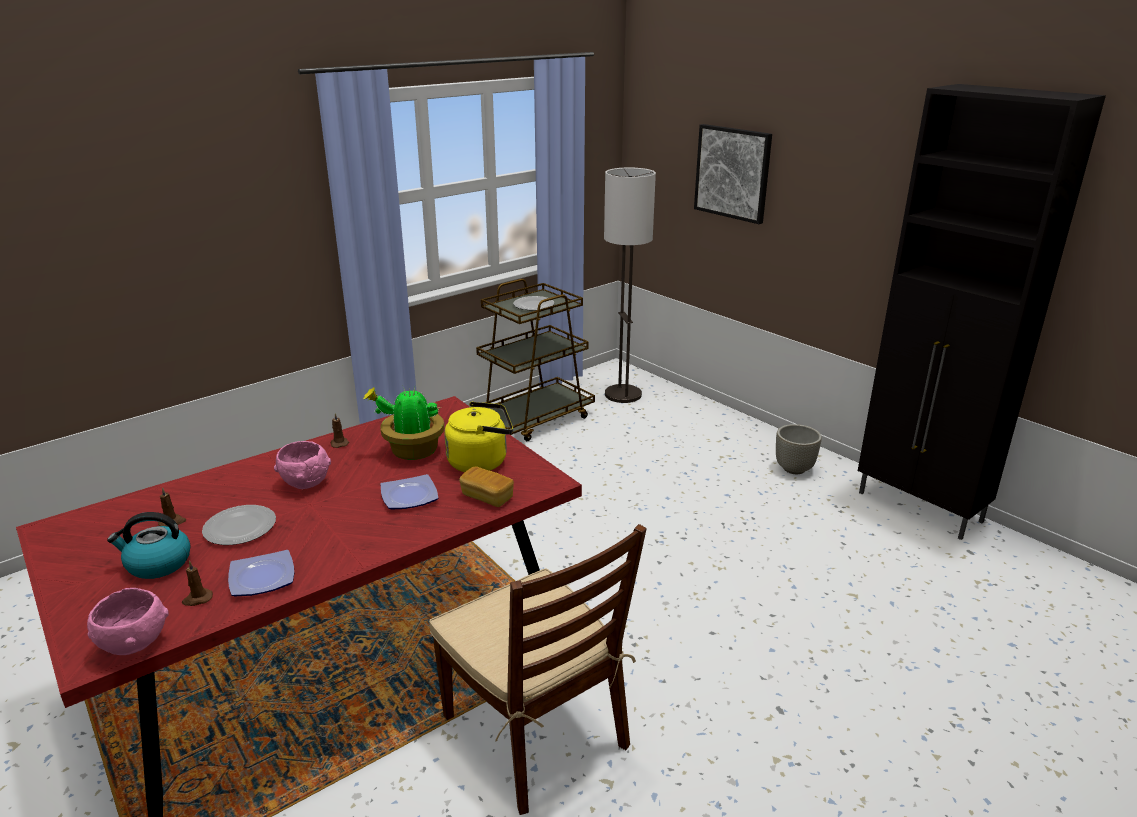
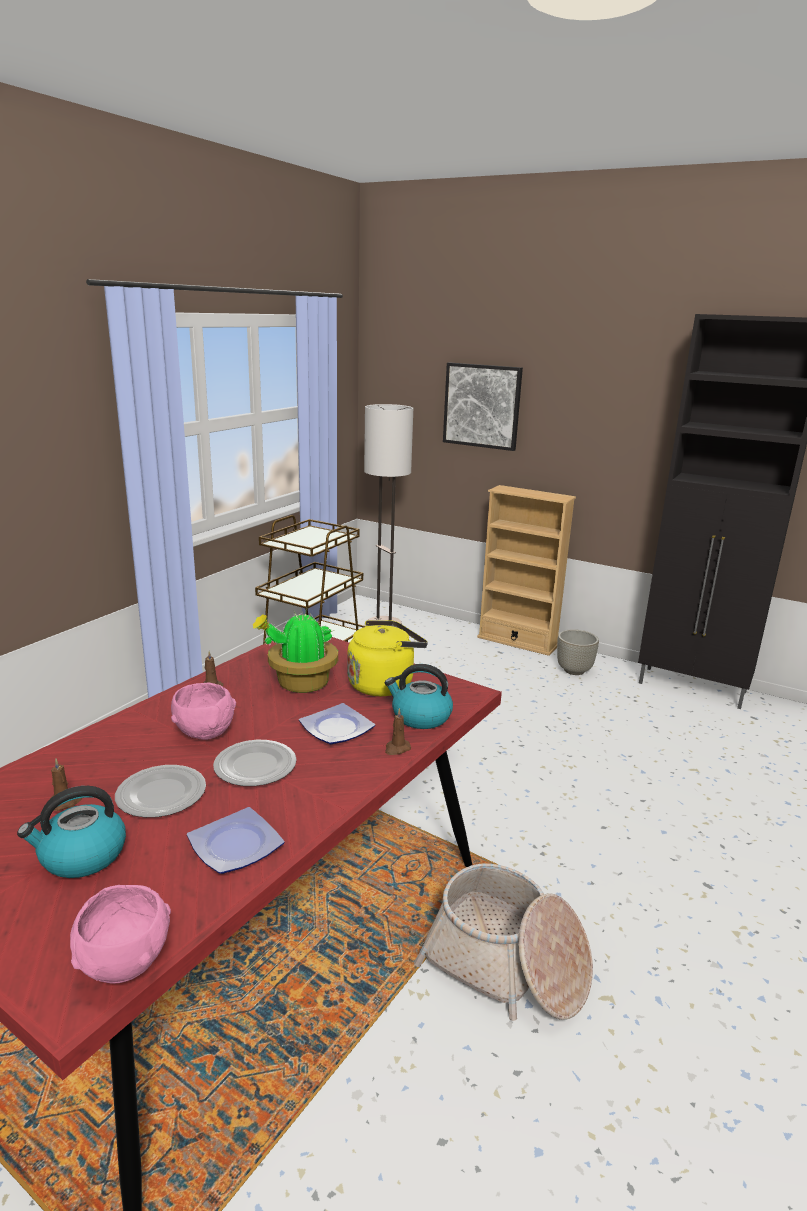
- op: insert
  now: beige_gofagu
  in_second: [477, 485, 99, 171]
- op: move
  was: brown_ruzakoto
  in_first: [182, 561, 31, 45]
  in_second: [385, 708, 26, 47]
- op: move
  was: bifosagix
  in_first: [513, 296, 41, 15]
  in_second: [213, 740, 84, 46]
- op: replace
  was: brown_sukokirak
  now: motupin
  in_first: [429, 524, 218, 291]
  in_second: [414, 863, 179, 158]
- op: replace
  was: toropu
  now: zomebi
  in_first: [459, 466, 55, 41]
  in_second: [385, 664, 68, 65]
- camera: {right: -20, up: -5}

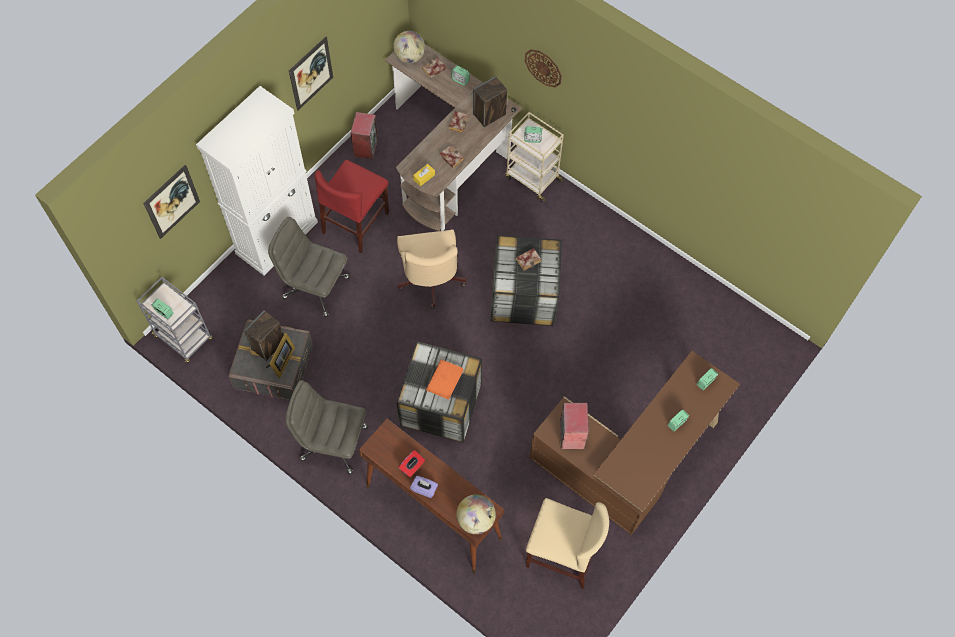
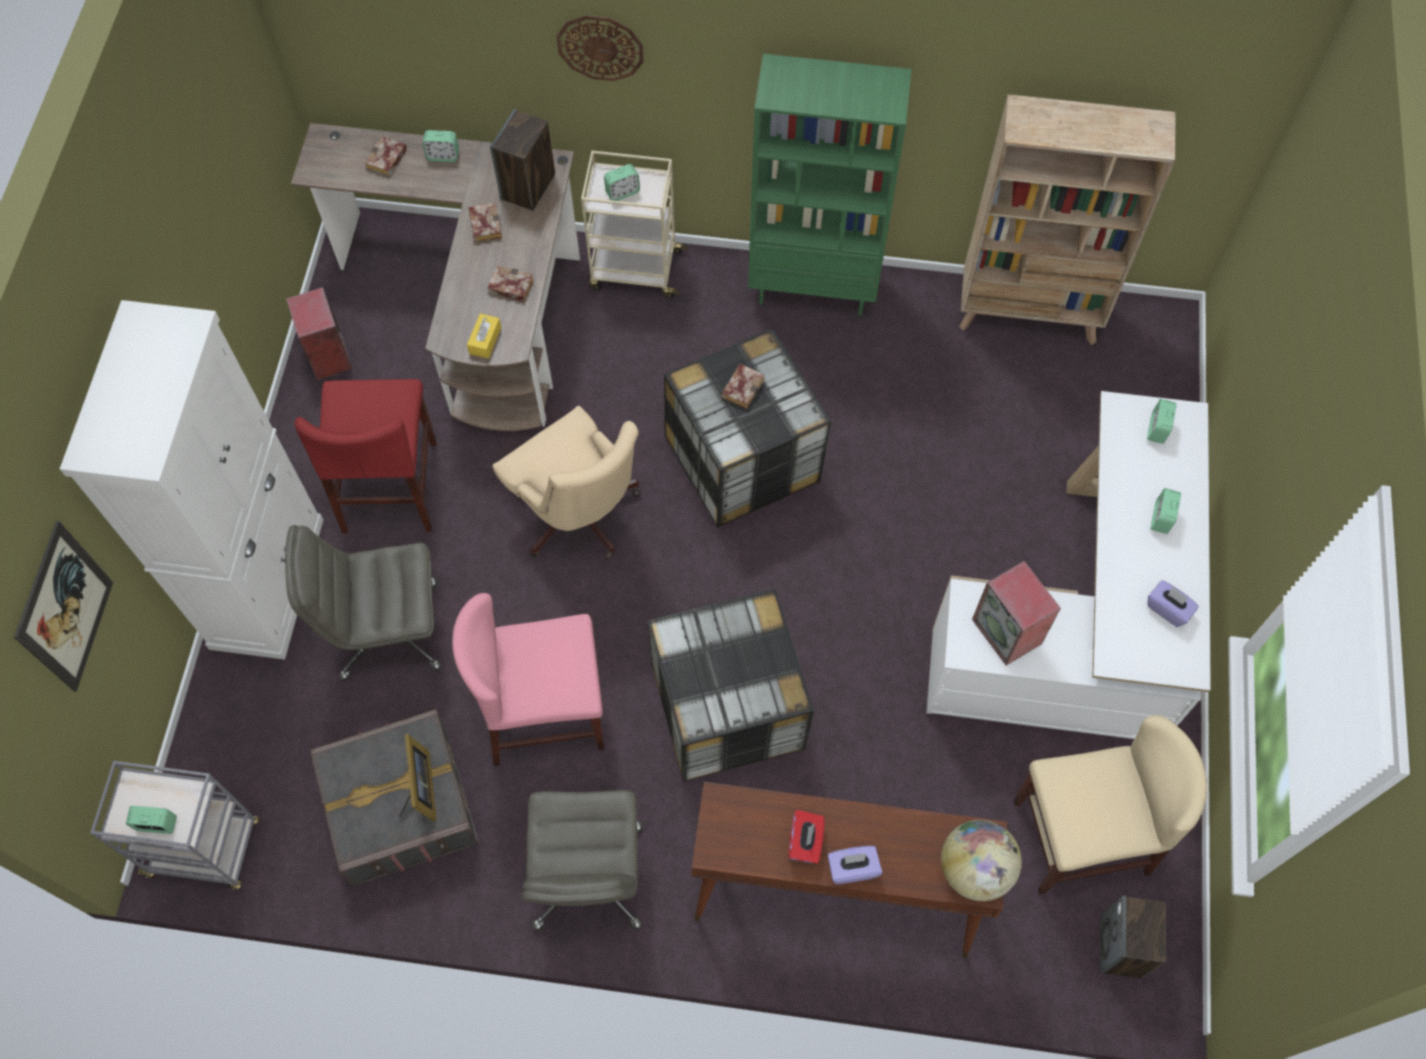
- op: delete
  was: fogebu
  in_first: [289, 37, 44, 73]
- op: delete
  was: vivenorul
  in_first: [393, 31, 32, 32]
- op: delete
  was: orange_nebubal
  in_first: [426, 359, 38, 41]
- op: insert
  now: pink_sukokirak
  in_second: [452, 593, 152, 173]
- op: insert
  now: green_gofagu
  in_second: [748, 54, 164, 262]
- op: insert
  now: beige_gofagu
  in_second: [959, 94, 216, 251]
- op: insert
  now: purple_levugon
  in_second: [1148, 580, 51, 47]
- op: move
  was: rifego
  in_first: [244, 310, 40, 51]
  in_second: [1099, 896, 67, 82]
- op: recolor
  was: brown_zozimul
  now: white_zozimul
  in_first: [529, 351, 211, 184]
  in_second: [927, 391, 284, 348]
- op: rotate
  was: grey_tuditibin
  in_first: [285, 380, 83, 94]
  in_second: [521, 790, 122, 141]
  clockwise: -75
- camera: {right: -30, up: 0}

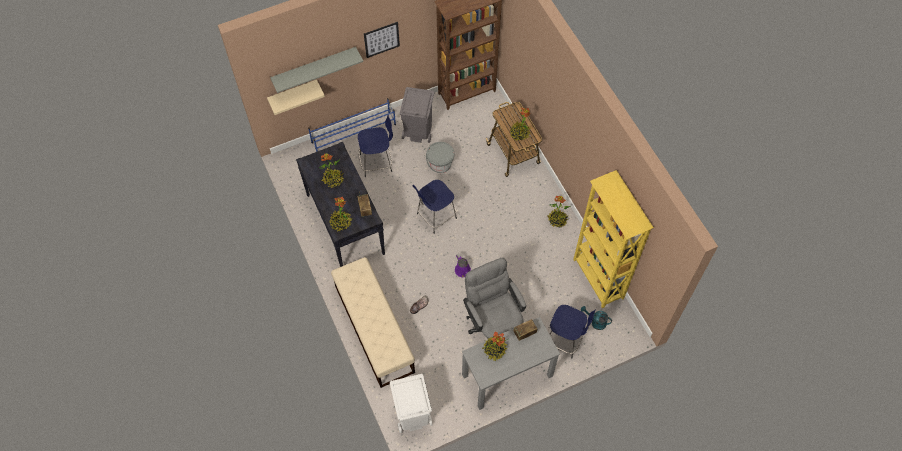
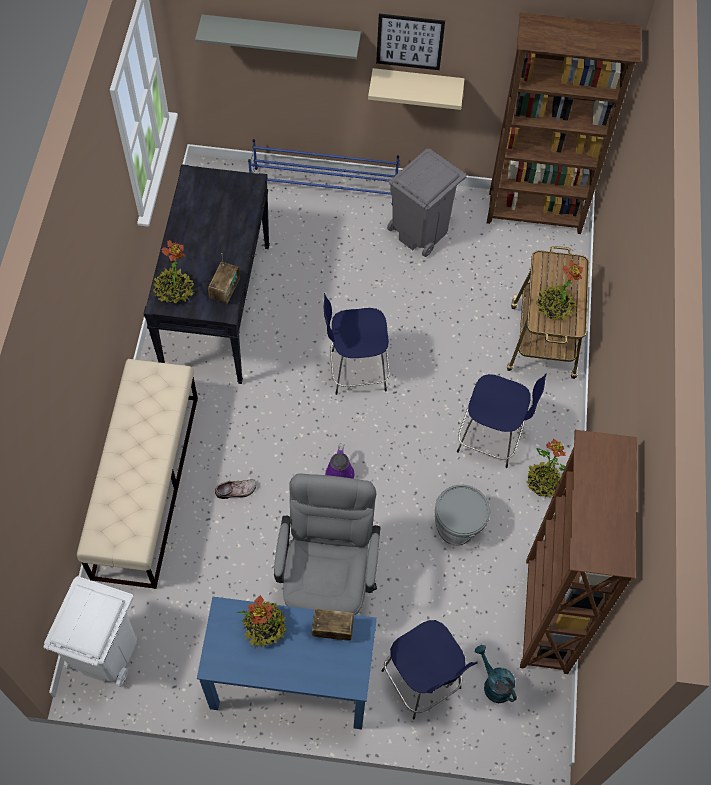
- op: delete
  was: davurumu
  in_first: [319, 154, 25, 34]
- op: move
  was: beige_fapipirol
  in_first: [267, 80, 58, 35]
  in_second: [368, 68, 96, 42]
- op: move
  was: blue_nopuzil
  in_first: [358, 115, 35, 62]
  in_second: [457, 374, 90, 94]
- op: move
  was: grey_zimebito
  in_first: [426, 142, 28, 31]
  in_second: [435, 485, 55, 61]
- op: recolor
  was: grey_zozimul
  now: blue_zozimul
  in_first: [462, 317, 98, 93]
  in_second: [197, 597, 180, 132]
- op: recolor
  was: yellow_gofagu
  now: brown_gofagu
  in_first: [573, 170, 81, 138]
  in_second: [520, 430, 117, 244]
- camera: {right: 30, up: 0}

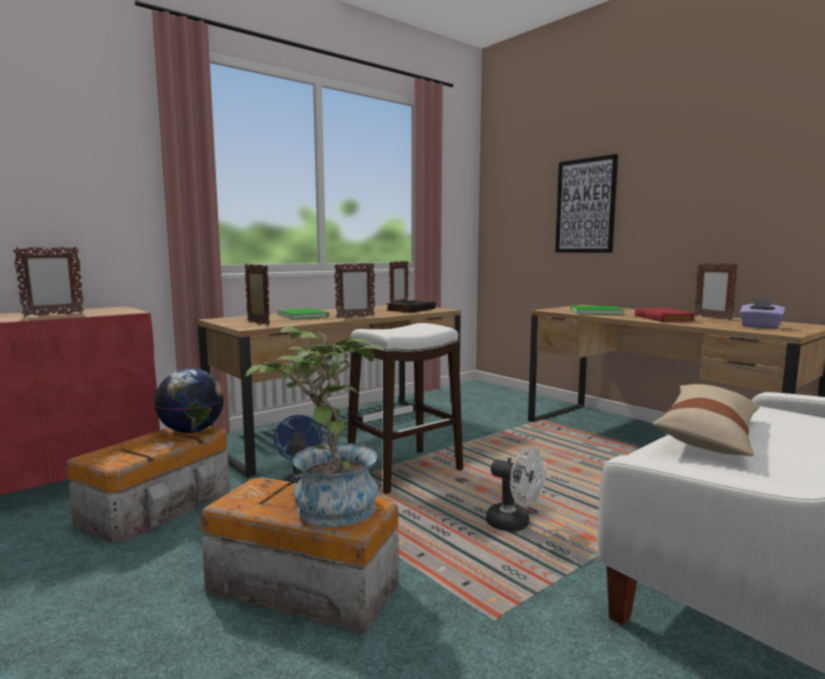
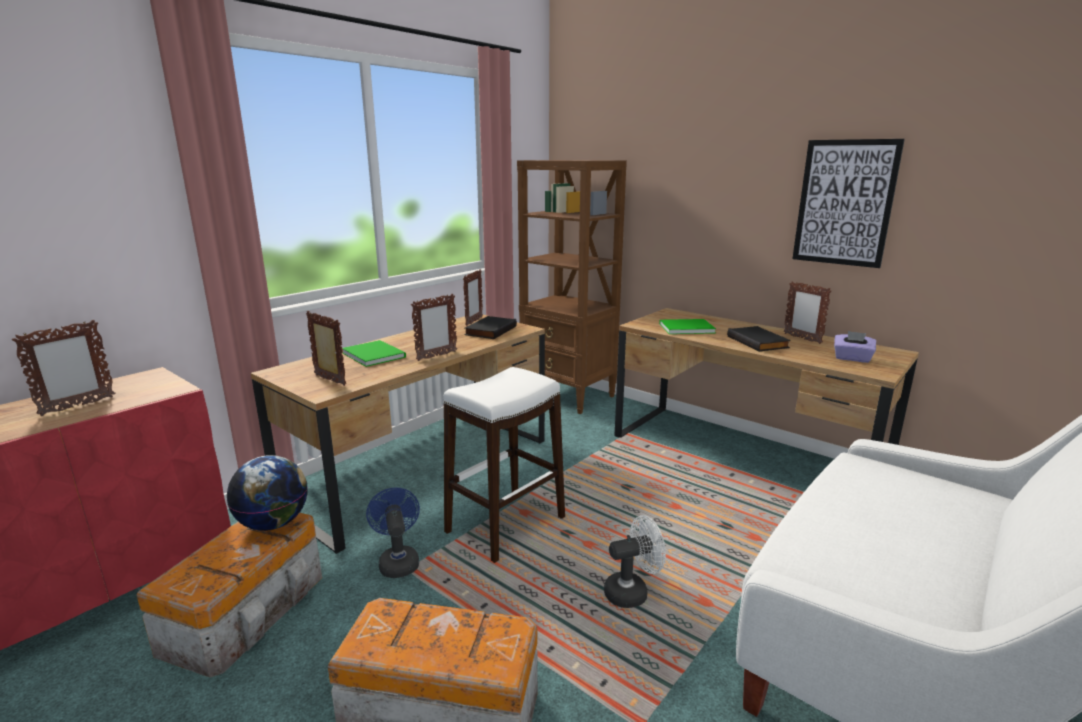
- op: delete
  was: davurumu
  in_first: [245, 326, 139, 201]
- op: delete
  was: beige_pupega
  in_first: [653, 384, 106, 72]
- op: insert
  now: brown_gofagu
  in_second: [517, 160, 110, 254]
- op: move
  was: fogebu
  in_first: [555, 154, 63, 99]
  in_second: [792, 139, 113, 129]
- op: recolor
  was: red_nebubal
  now: black_nebubal
  in_first: [635, 308, 62, 14]
  in_second: [727, 326, 64, 26]
- op: rotate
  was: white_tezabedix
  in_first: [486, 448, 60, 83]
  in_second: [604, 515, 62, 93]
  clockwise: -45
- camera: {right: -10, up: 10}

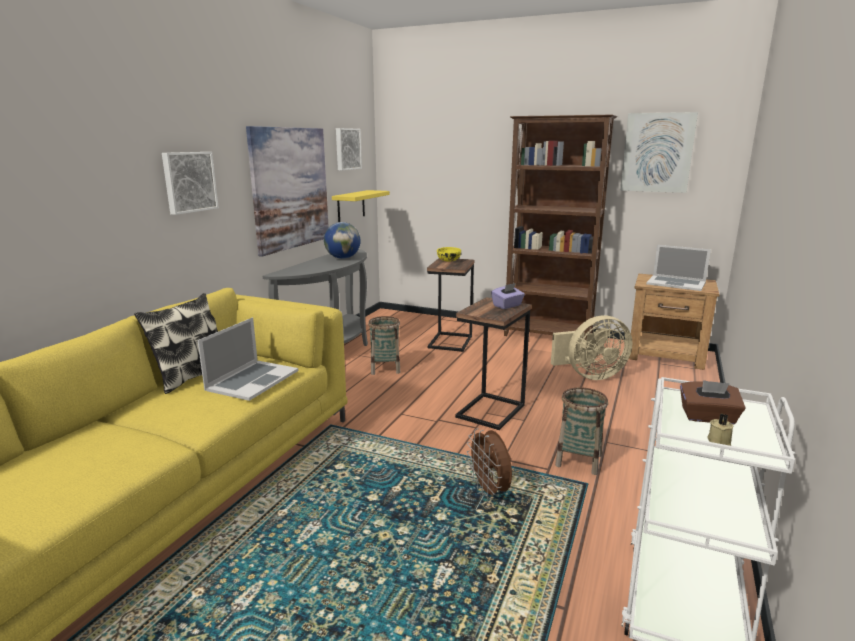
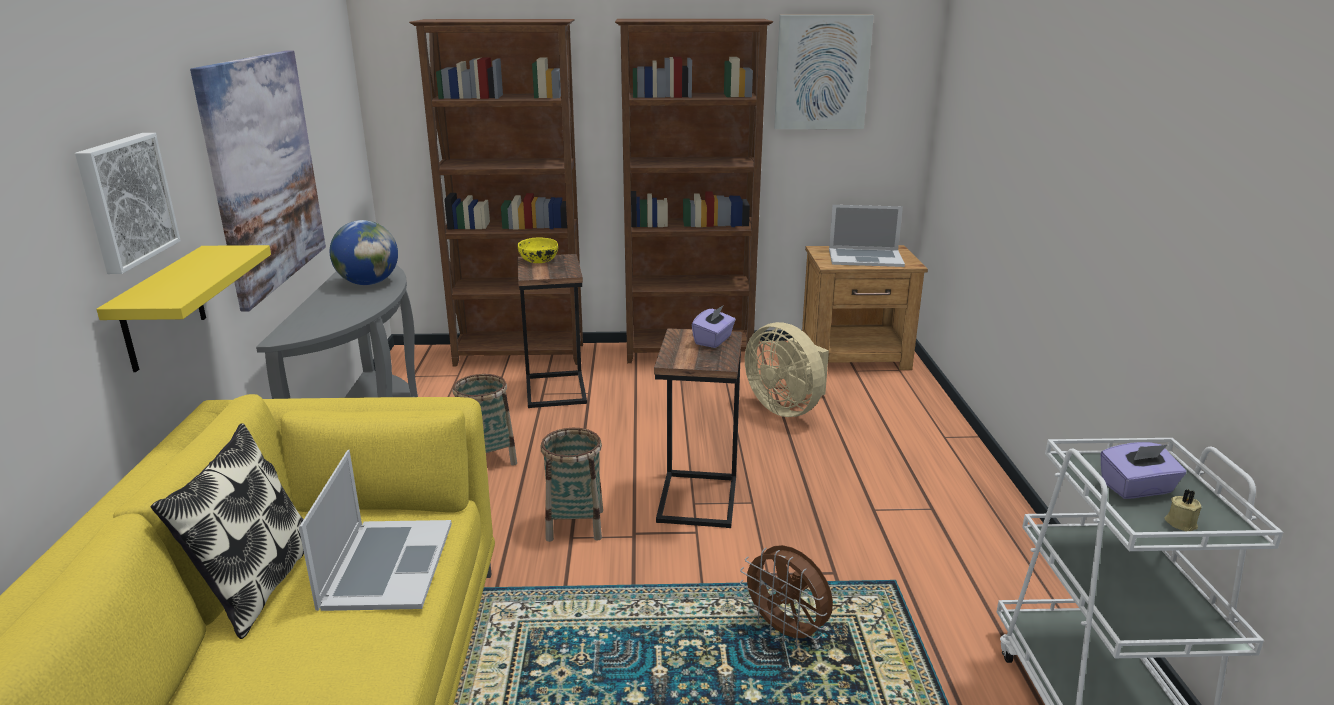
- op: delete
  was: fogebu
  in_first: [336, 128, 26, 42]
- op: insert
  now: brown_gofagu
  in_second: [409, 19, 174, 347]
- op: move
  was: yellow_fapipirol
  in_first: [332, 190, 58, 32]
  in_second: [96, 245, 175, 127]
- op: move
  was: motupin
  in_first: [555, 387, 53, 88]
  in_second: [541, 428, 62, 114]
- op: recolor
  was: brown_levugon
  now: purple_levugon
  in_first: [680, 380, 66, 45]
  in_second: [1100, 442, 86, 57]
- op: rotate
  was: beige_tezabedix
  in_first: [551, 315, 81, 65]
  in_second: [745, 322, 84, 95]
  clockwise: 90
- camera: {right: -25, up: 5}

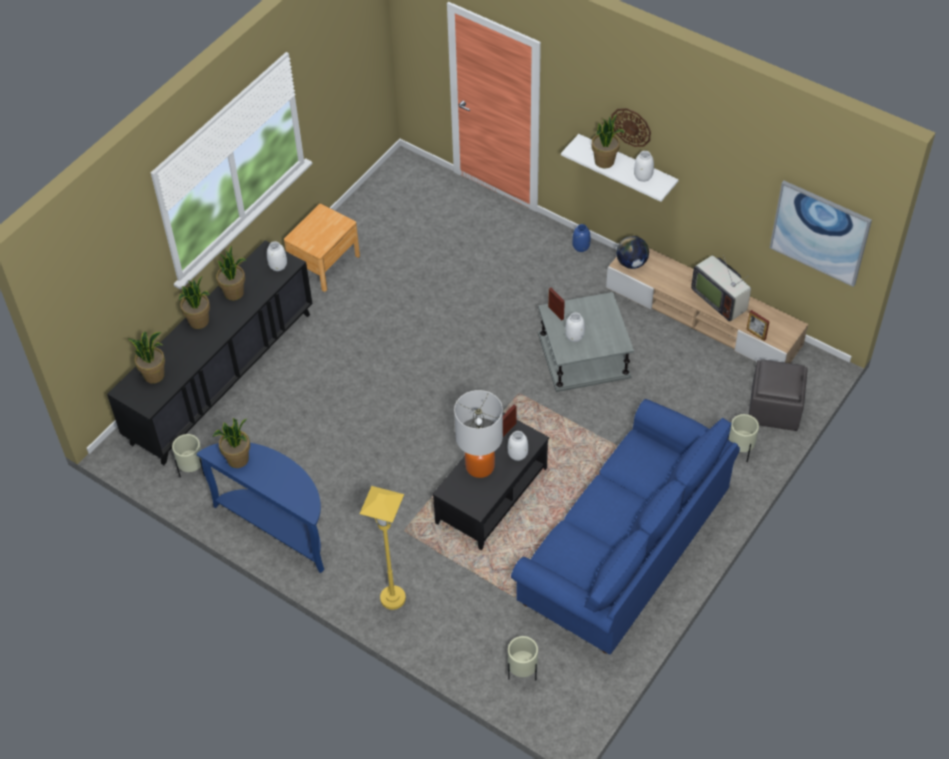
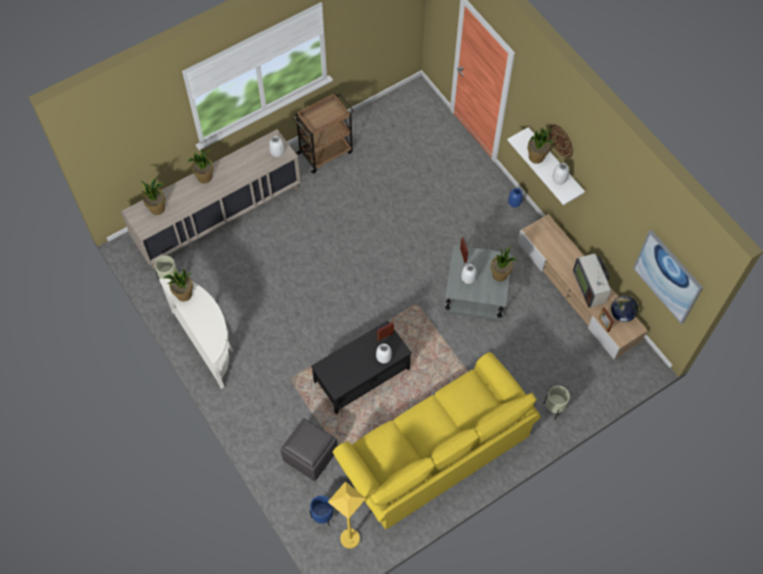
- op: delete
  was: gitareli
  in_first: [454, 390, 49, 88]
- op: move
  was: davurumu
  in_first: [216, 246, 30, 55]
  in_second: [491, 246, 27, 35]
- op: move
  was: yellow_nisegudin
  in_first: [360, 486, 46, 124]
  in_second: [328, 481, 38, 68]
- op: move
  was: vivenorul
  in_first: [616, 236, 33, 33]
  in_second: [611, 295, 27, 27]
- op: move
  was: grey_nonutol
  in_first: [749, 359, 59, 72]
  in_second: [280, 418, 58, 63]
- op: replace
  was: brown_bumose
  now: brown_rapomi
  in_first: [284, 204, 76, 88]
  in_second: [293, 93, 61, 81]
- op: recolor
  was: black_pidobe
  now: beige_pidobe
  in_first: [107, 241, 206, 224]
  in_second: [121, 129, 180, 139]
- op: recolor
  was: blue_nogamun
  now: white_nogamun
  in_first: [197, 443, 127, 130]
  in_second: [159, 278, 74, 111]
- op: recolor
  was: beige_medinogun
  now: blue_medinogun
  in_first: [508, 636, 30, 44]
  in_second: [310, 495, 23, 31]
- op: recolor
  was: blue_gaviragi
  now: yellow_gaviragi
  in_first: [511, 399, 229, 255]
  in_second: [333, 352, 208, 178]
- camera: {right: 20, up: 10}

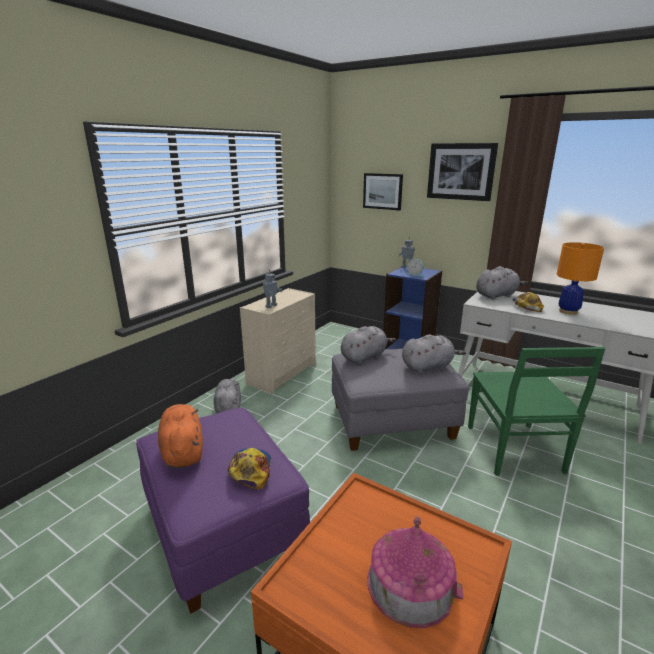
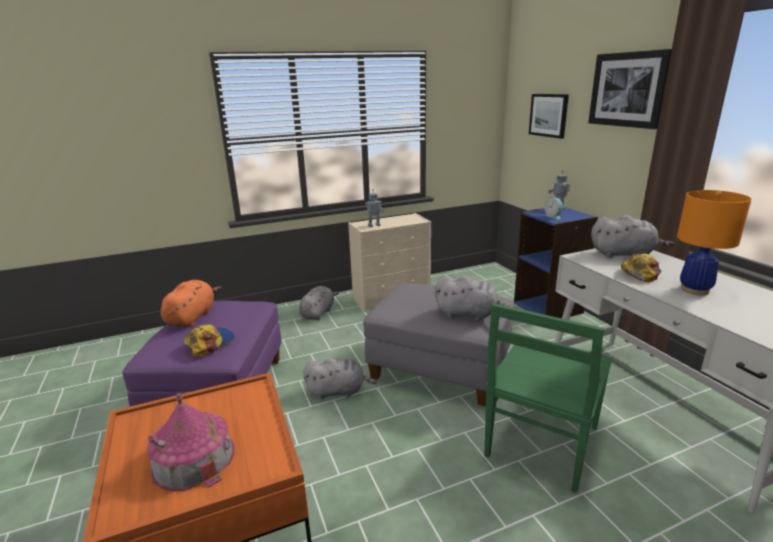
- op: move
  was: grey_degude
  in_first: [341, 326, 55, 39]
  in_second: [304, 358, 73, 41]
- camera: {right: 35, up: 0}

